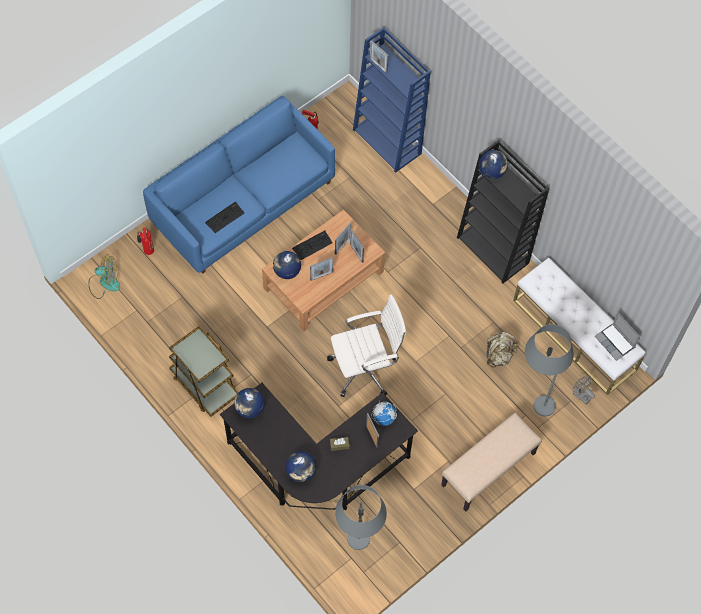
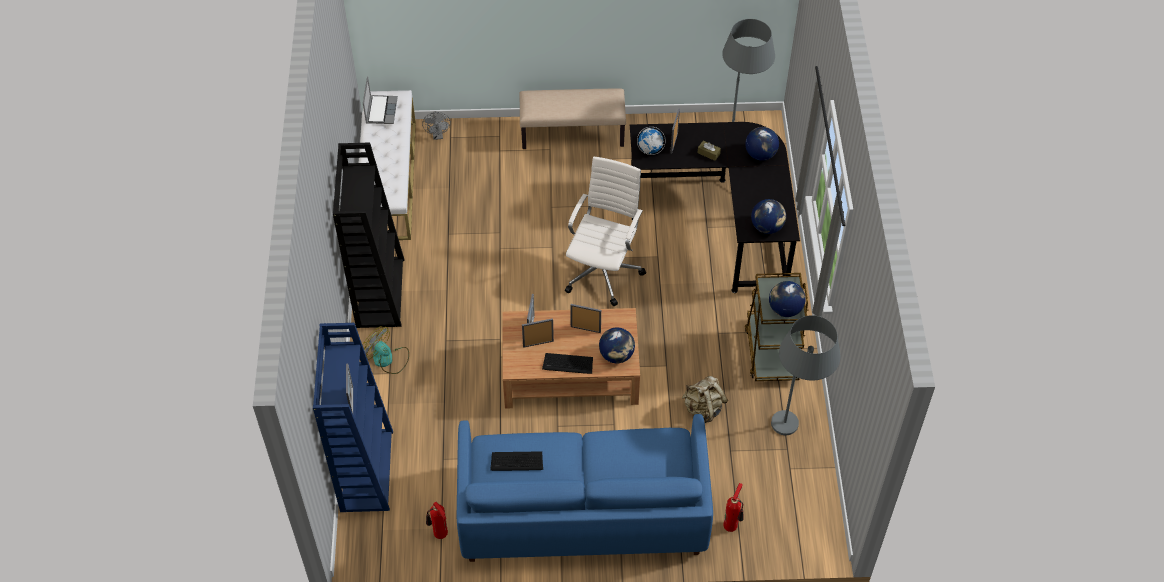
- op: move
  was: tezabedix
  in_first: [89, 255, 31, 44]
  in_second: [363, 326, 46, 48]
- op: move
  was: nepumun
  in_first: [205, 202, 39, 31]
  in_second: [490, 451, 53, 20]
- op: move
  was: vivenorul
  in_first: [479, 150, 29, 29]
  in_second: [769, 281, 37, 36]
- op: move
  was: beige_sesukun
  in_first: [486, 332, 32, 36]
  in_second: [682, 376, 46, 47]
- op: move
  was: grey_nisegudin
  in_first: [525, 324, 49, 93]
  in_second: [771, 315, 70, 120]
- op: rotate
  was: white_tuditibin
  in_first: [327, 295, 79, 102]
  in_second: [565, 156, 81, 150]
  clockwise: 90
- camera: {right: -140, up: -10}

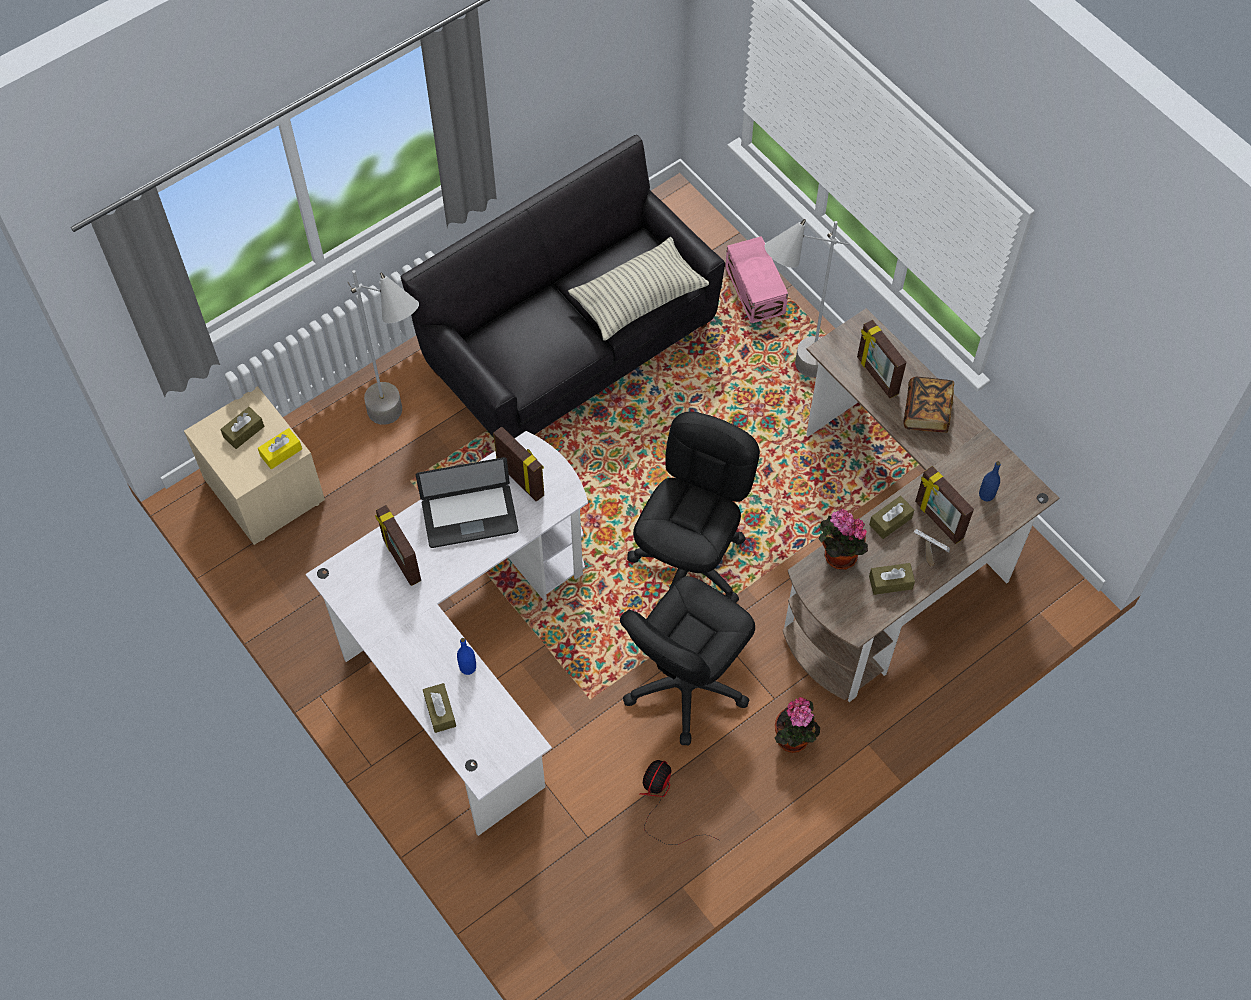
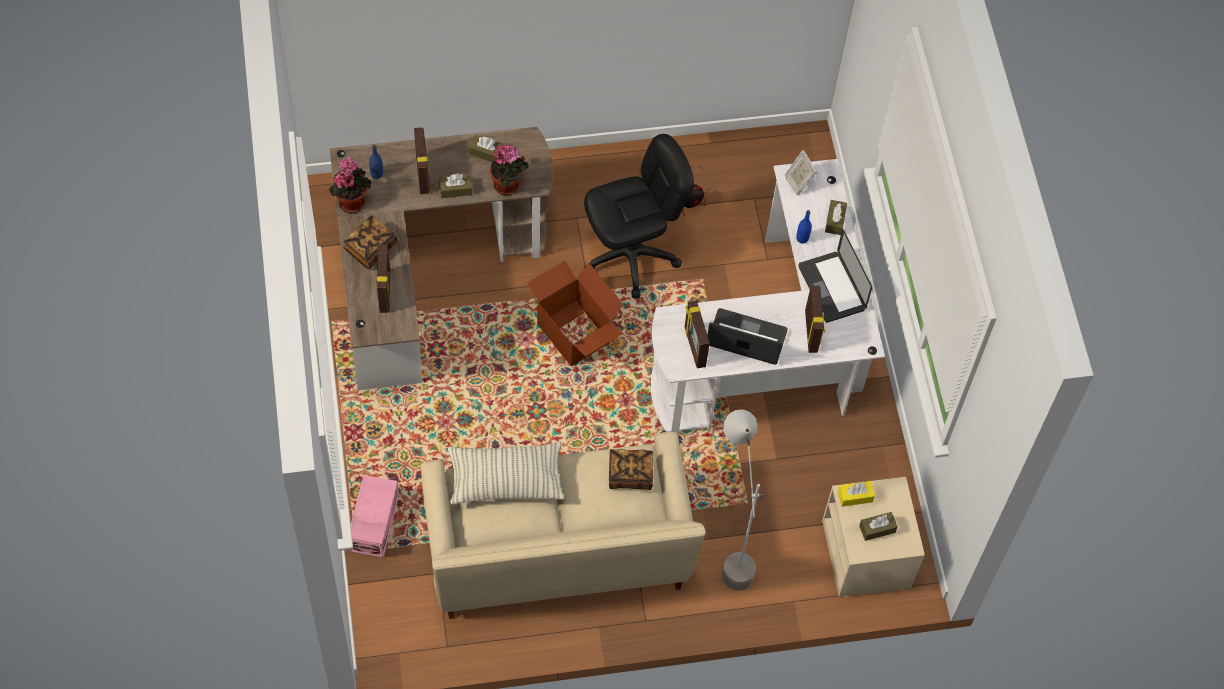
- op: delete
  was: grey_nisegudin
  in_first: [765, 219, 84, 159]
- op: insert
  now: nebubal
  in_second: [609, 449, 45, 41]
- op: insert
  now: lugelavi
  in_second: [798, 229, 74, 94]
- op: move
  was: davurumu
  in_first: [775, 697, 45, 56]
  in_second: [329, 157, 43, 57]
- op: move
  was: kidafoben
  in_first: [914, 529, 36, 38]
  in_second: [785, 150, 33, 45]
- op: replace
  was: black_tuditibin
  now: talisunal
  in_first: [627, 412, 133, 191]
  in_second: [528, 261, 95, 105]
- op: recolor
  was: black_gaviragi
  now: beige_gaviragi
  in_first: [401, 135, 324, 303]
  in_second: [421, 432, 284, 187]
- camera: {right: -155, up: 0}

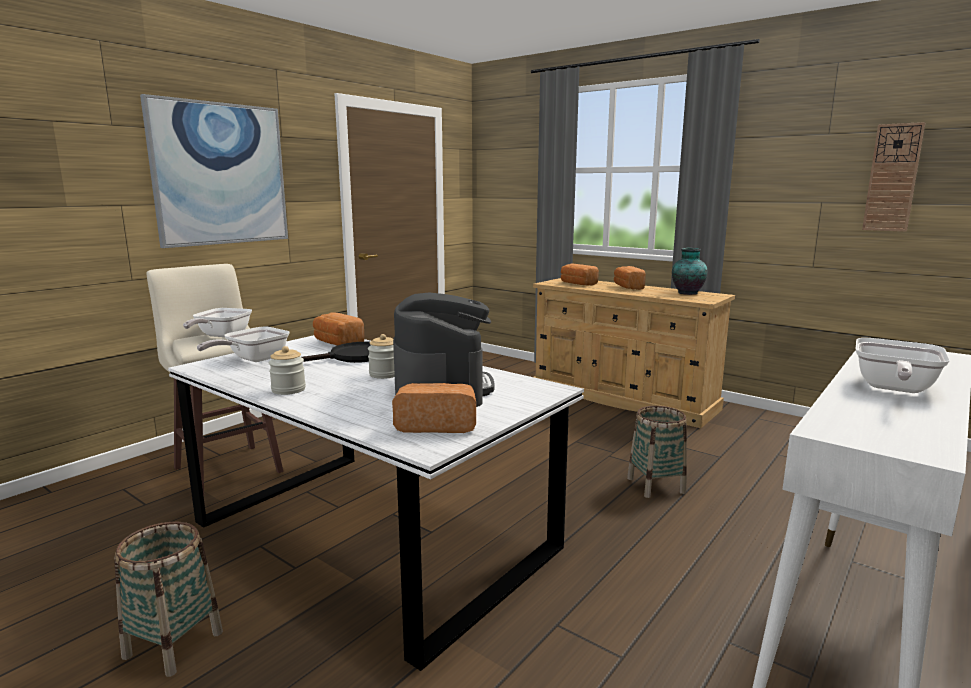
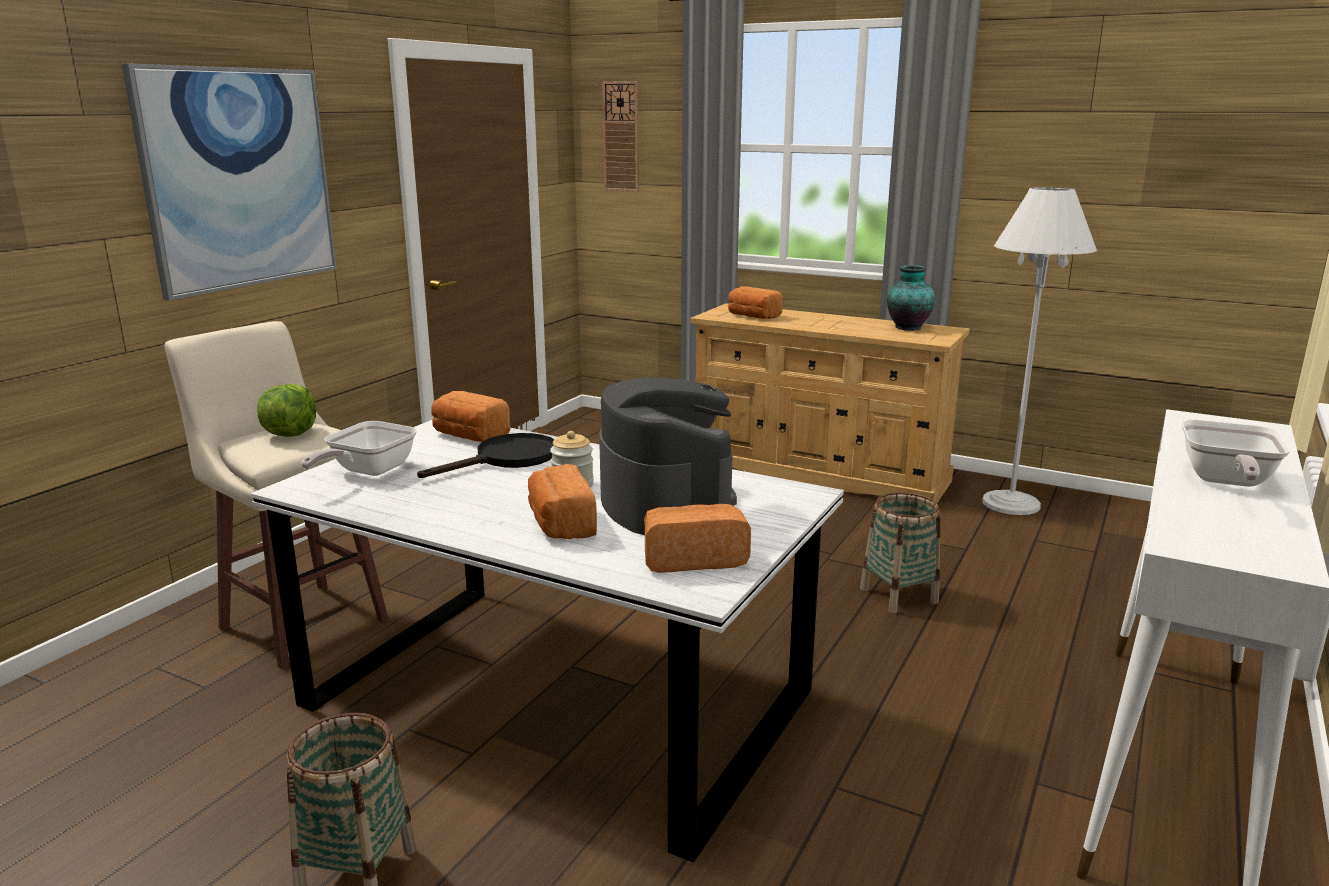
- op: delete
  was: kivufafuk
  in_first: [269, 346, 37, 49]
- op: insert
  now: white_nisegudin
  in_second: [982, 187, 115, 328]
- op: move
  was: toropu
  in_first: [614, 266, 32, 24]
  in_second: [528, 464, 69, 75]
- op: move
  was: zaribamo
  in_first: [862, 122, 63, 110]
  in_second: [602, 81, 37, 111]
- op: replace
  was: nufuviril
  now: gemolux
  in_first: [183, 308, 69, 29]
  in_second: [257, 384, 59, 53]
- camera: {right: -10, up: 5}

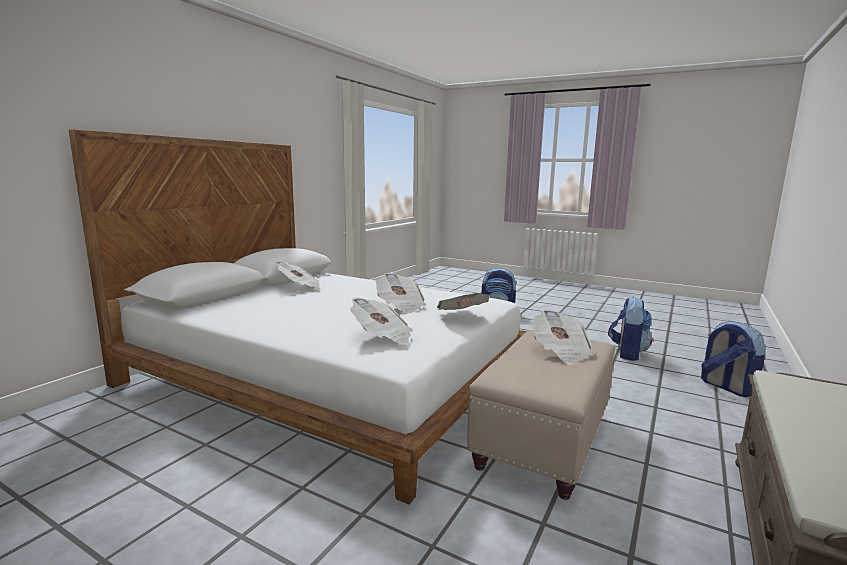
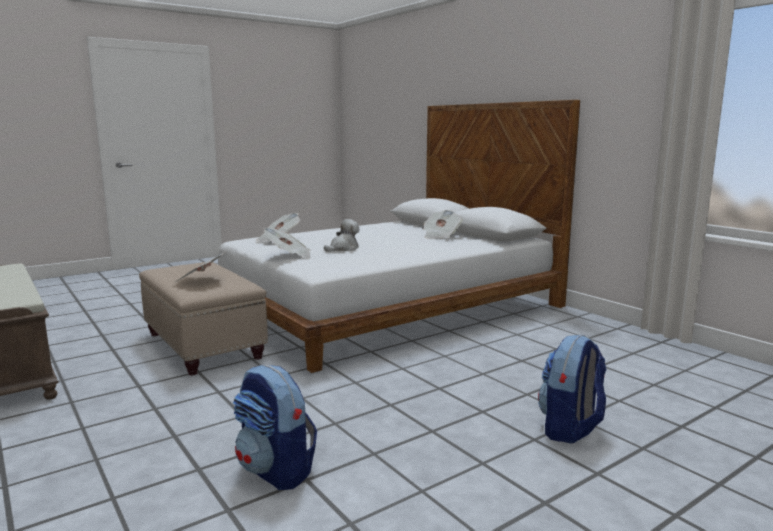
- op: delete
  was: sesukun
  in_first: [701, 321, 64, 76]
- op: replace
  was: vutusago
  now: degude
  in_first: [375, 273, 51, 41]
  in_second: [324, 219, 35, 33]
- camera: {right: 115, up: 0}

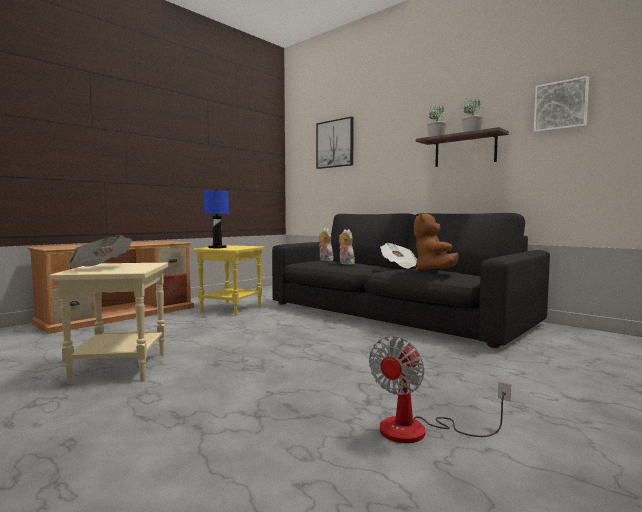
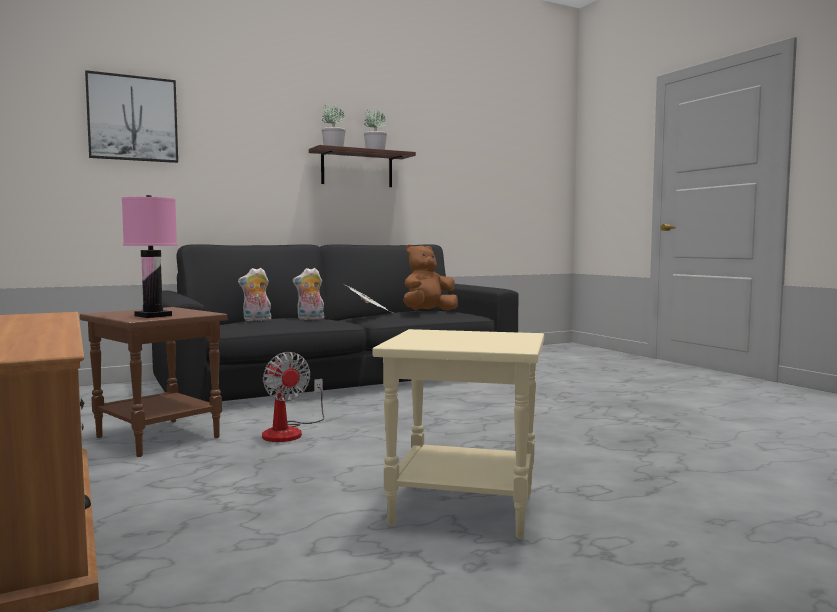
- op: delete
  was: vutusago
  in_first: [68, 235, 64, 31]
- op: delete
  was: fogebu
  in_first: [534, 76, 55, 57]
- op: move
  was: tezabedix
  in_first: [369, 336, 142, 107]
  in_second: [262, 352, 62, 90]
- op: recolor
  was: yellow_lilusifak
  now: brown_lilusifak
  in_first: [193, 245, 72, 70]
  in_second: [80, 307, 147, 150]
- op: recolor
  was: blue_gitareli
  now: pink_gitareli
  in_first: [204, 190, 25, 59]
  in_second: [122, 195, 55, 123]
- op: rotate
  was: brown_degude
  in_first: [414, 213, 45, 59]
  in_second: [403, 245, 55, 66]
  clockwise: 120
- camera: {right: -70, up: 0}

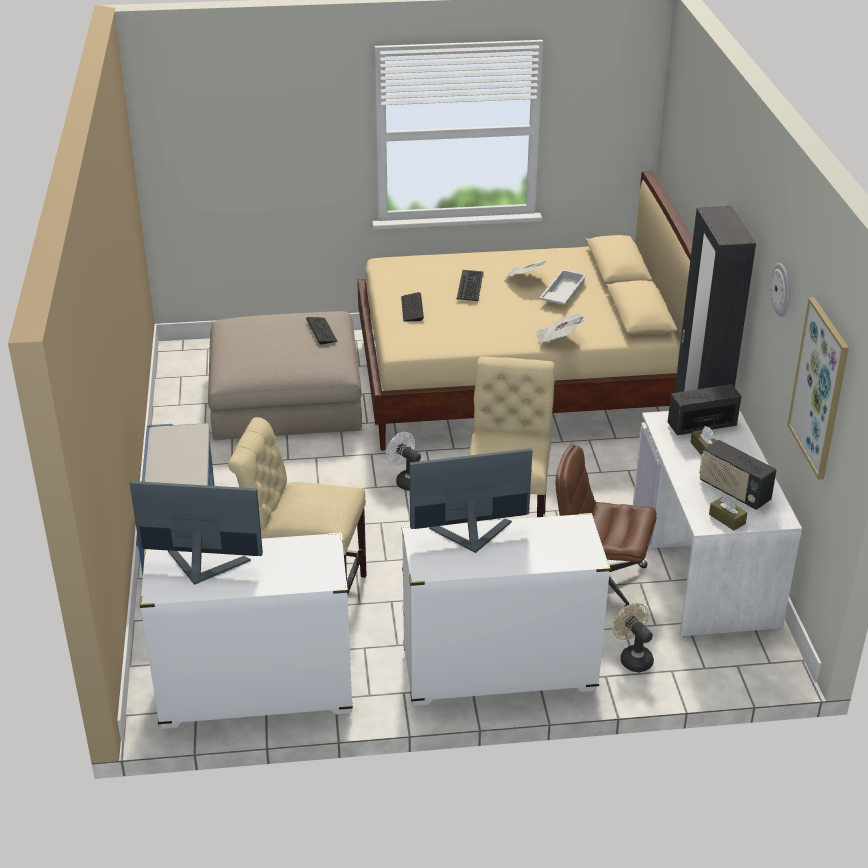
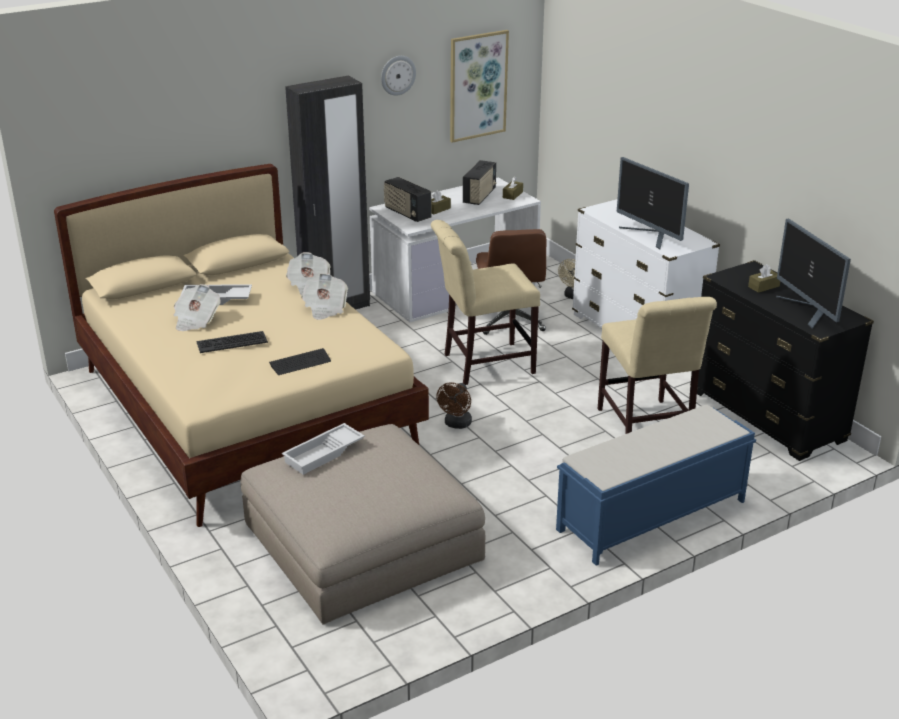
- op: insert
  now: vutusago
  in_second: [301, 273, 47, 47]
- op: insert
  now: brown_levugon
  in_second: [748, 264, 32, 29]
- op: replace
  was: nepumun
  now: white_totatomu
  in_first: [306, 317, 32, 28]
  in_second: [282, 423, 83, 52]
- op: recolor
  was: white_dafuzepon
  now: black_dafuzepon
  in_first: [140, 532, 213, 197]
  in_second: [690, 260, 184, 201]
- op: recolor
  was: white_tezabedix
  now: brown_tezabedix
  in_first: [386, 432, 35, 59]
  in_second: [436, 382, 36, 47]
- camera: {right: -115, up: -5}

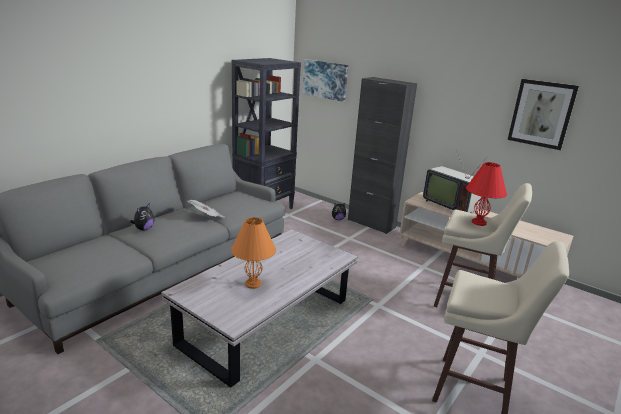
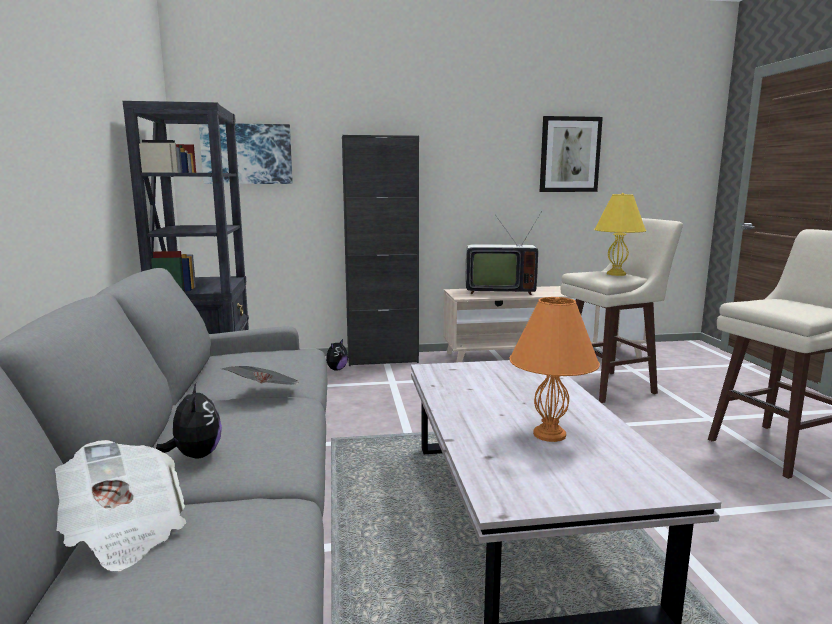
- op: insert
  now: vutusago
  in_second: [55, 440, 131, 131]
- op: recolor
  was: red_gitareli
  now: yellow_gitareli
  in_first: [466, 162, 41, 64]
  in_second: [594, 193, 52, 83]
- camera: {right: -45, up: -10}

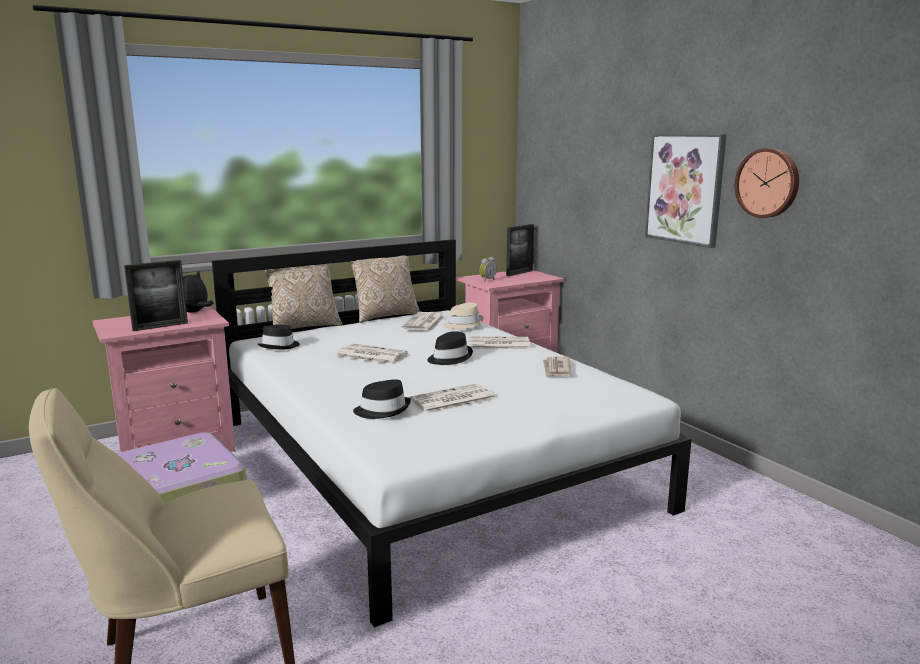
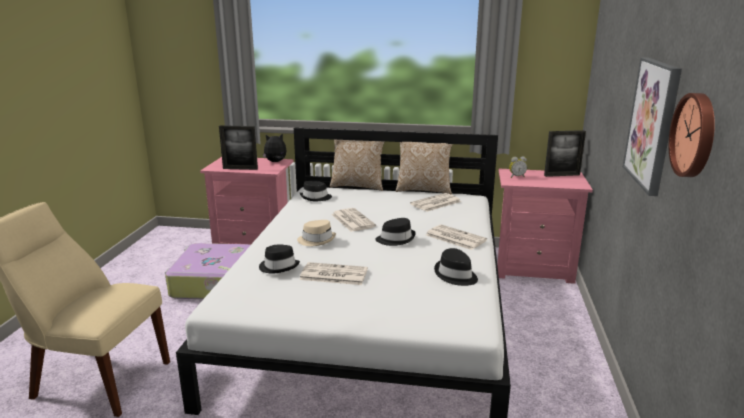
- op: move
  was: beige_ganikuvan
  in_first: [443, 302, 41, 27]
  in_second: [297, 220, 39, 26]
- op: replace
  was: vutusago
  now: black_ganikuvan
  in_first: [543, 356, 29, 22]
  in_second: [434, 248, 44, 38]
- camera: {right: 40, up: 5}

